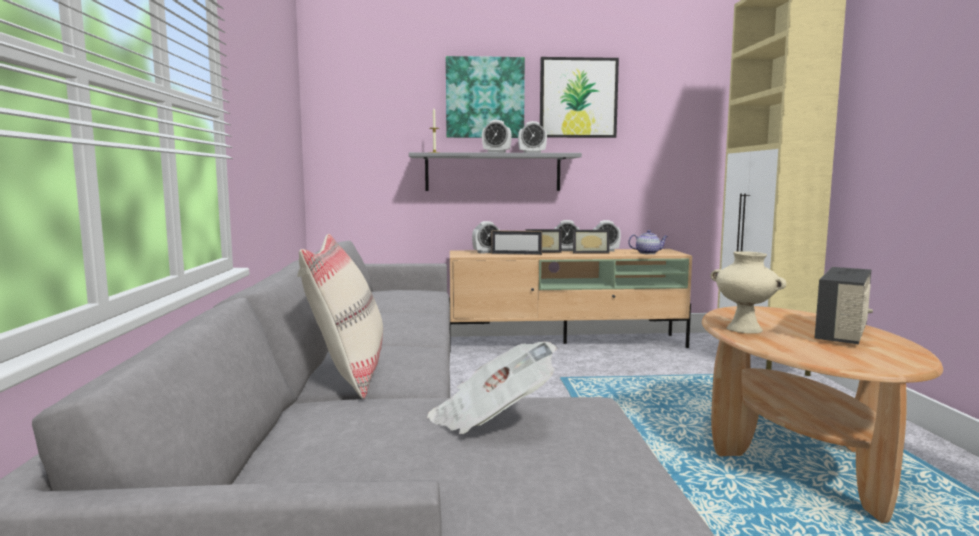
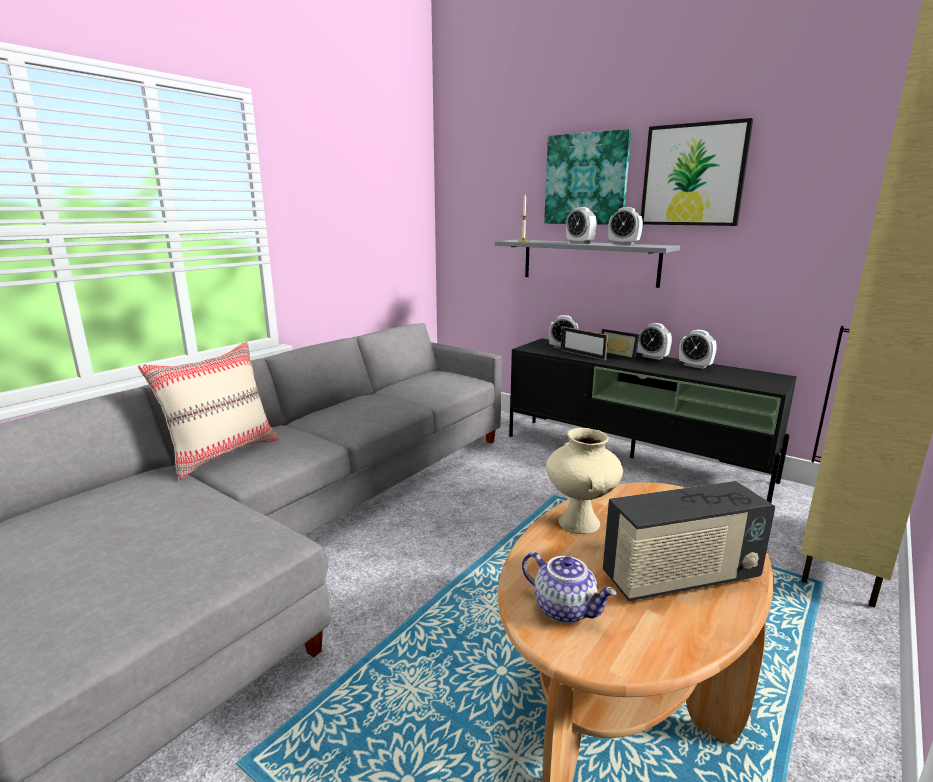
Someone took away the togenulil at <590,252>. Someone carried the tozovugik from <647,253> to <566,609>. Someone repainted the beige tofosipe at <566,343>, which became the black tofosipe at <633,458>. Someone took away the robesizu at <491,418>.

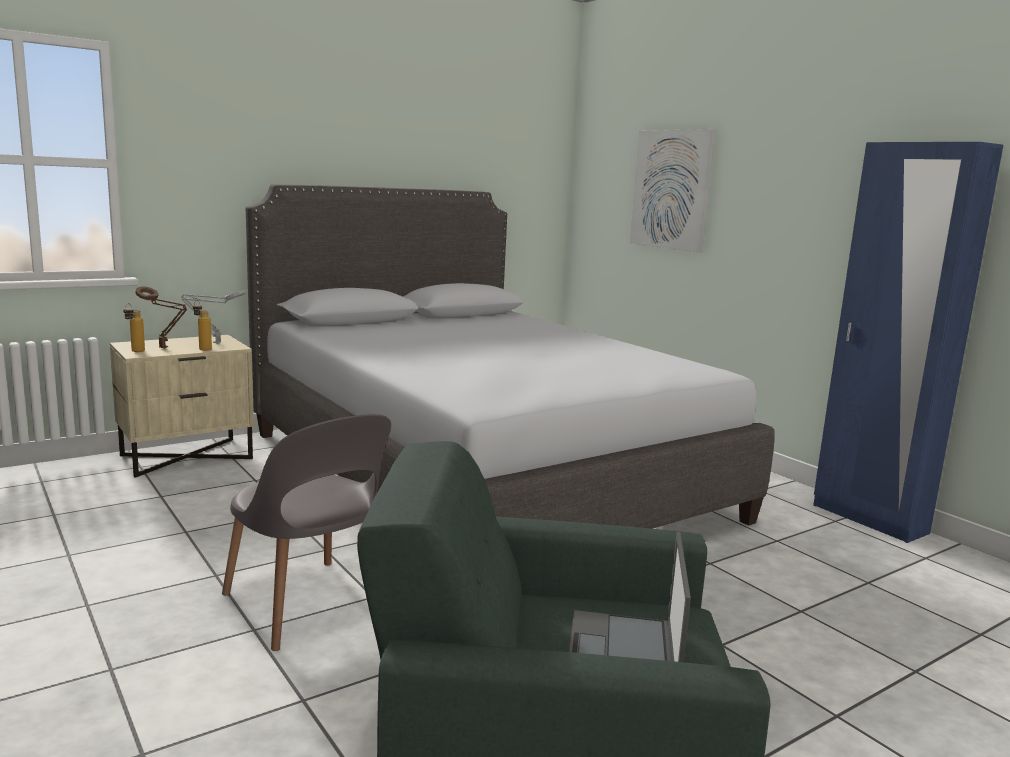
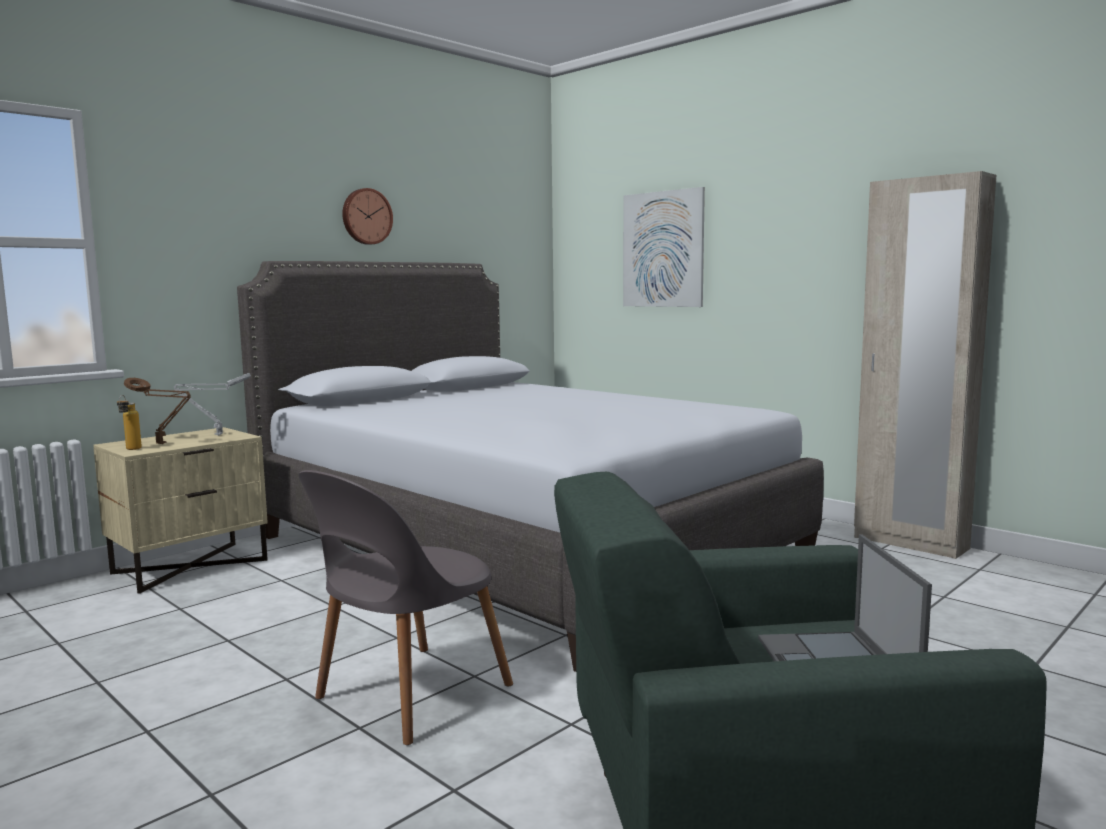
Someone repainted the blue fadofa at <868,519>, which became the beige fadofa at <910,543>. Someone took away the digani at <202,348>. Someone rotated the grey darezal at <308,606> by 90 degrees clockwise. Someone put up the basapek at <366,216>.

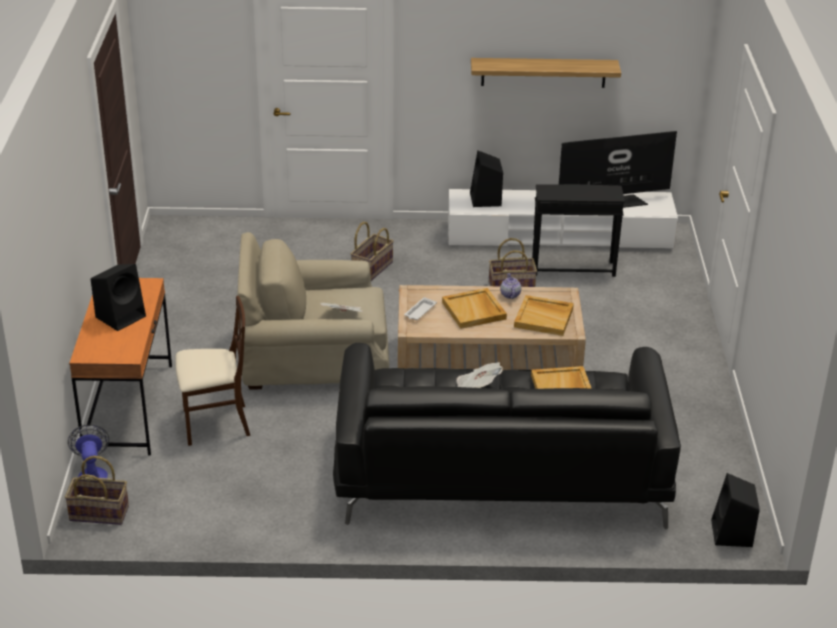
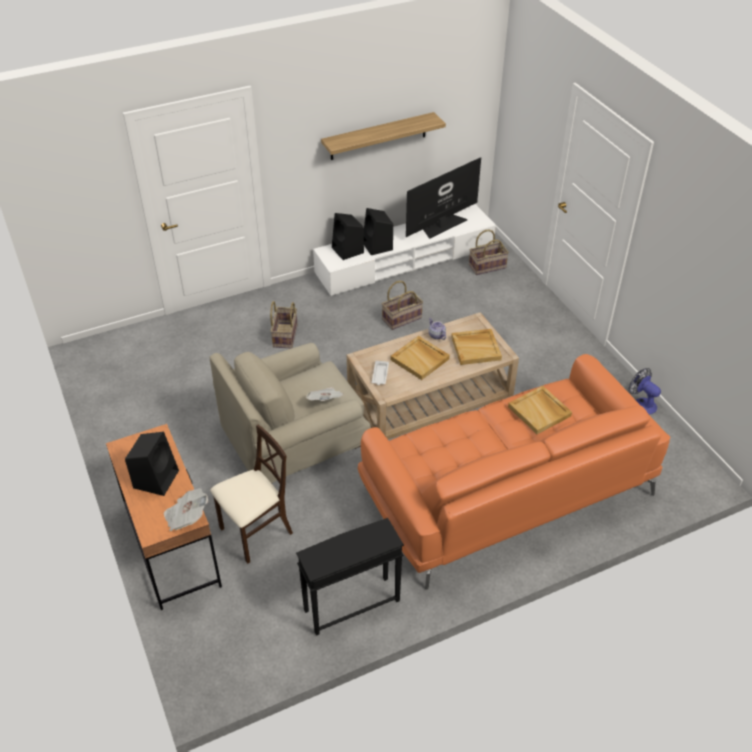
Someone carried the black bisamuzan from <573,268> to <351,605>. Someone repainted the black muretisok at <499,471>, which became the orange muretisok at <505,490>. Someone carried the robesizu from <477,387> to <186,517>. Someone carried the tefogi from <92,473> to <641,403>. Someone carried the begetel from <100,513> to <487,266>. Someone carried the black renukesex from <732,534> to <378,246>.

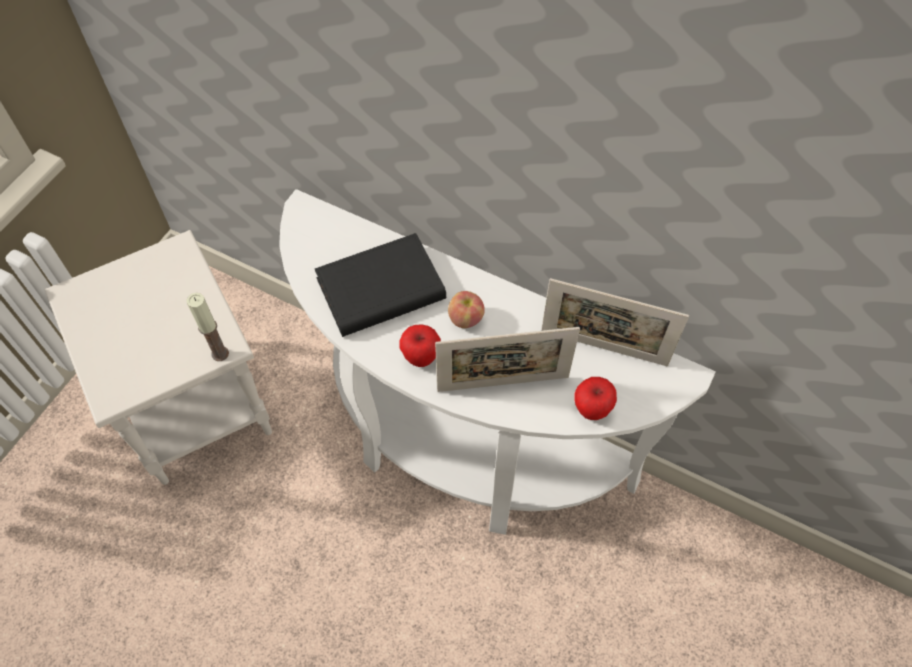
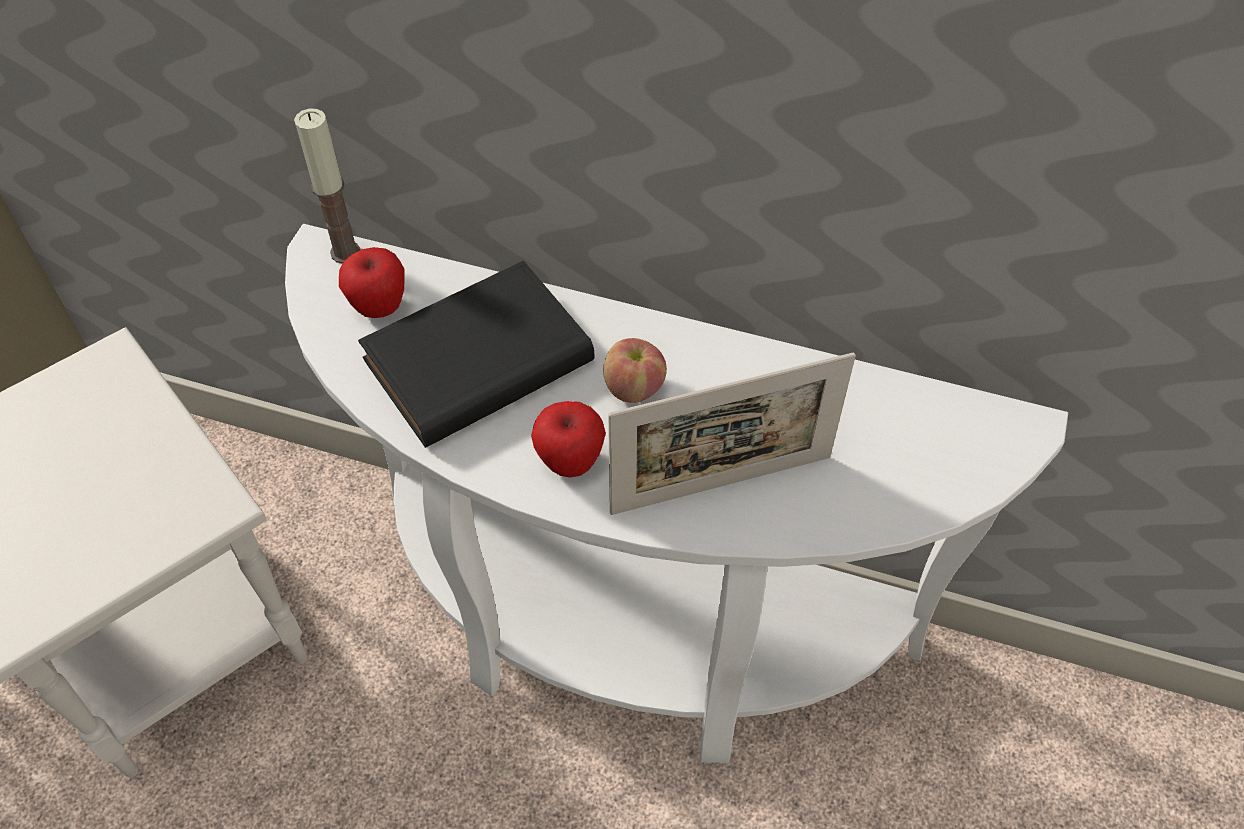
Someone took away the togenulil at <603,348>. Someone carried the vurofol from <220,353> to <345,252>. Someone carried the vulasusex from <591,409> to <379,307>.

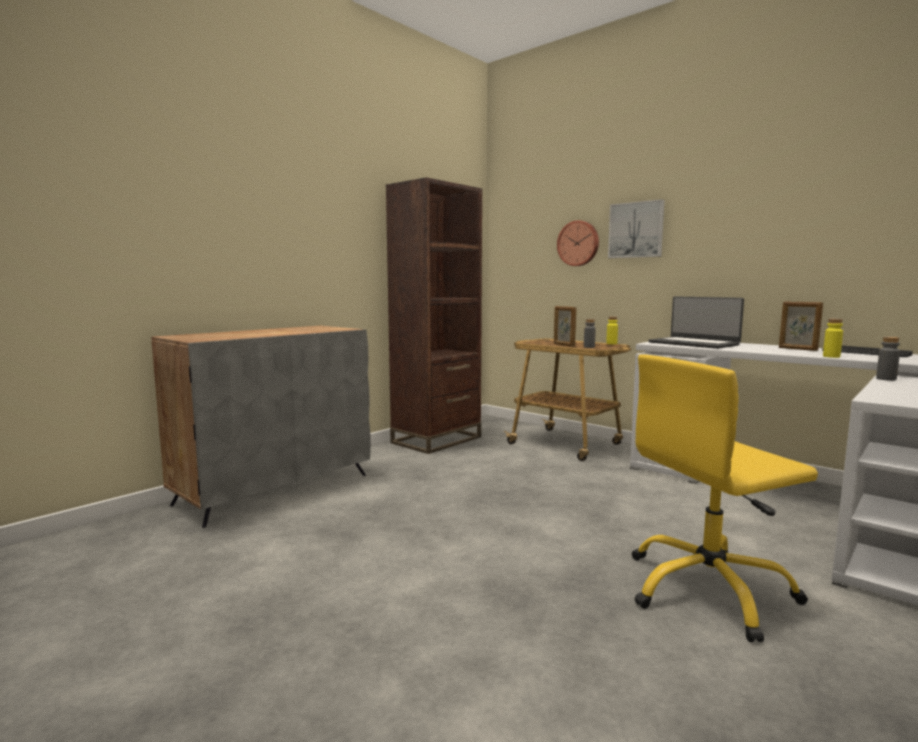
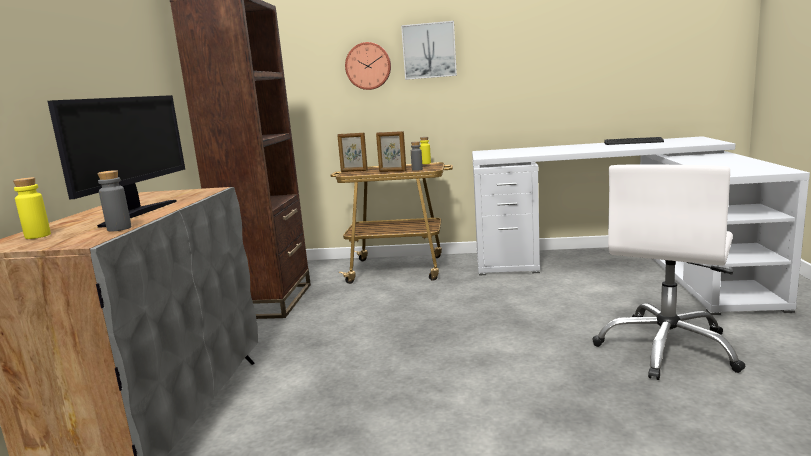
Someone took away the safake at <693,343>. Someone carried the togenulil from <797,349> to <354,171>. Someone carried the yellow digani from <831,356> to <38,236>. Someone carried the grey digani from <886,379> to <119,228>. Someone repainted the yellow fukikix at <708,590>, which became the white fukikix at <667,348>. Someone put down the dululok at <137,213>.

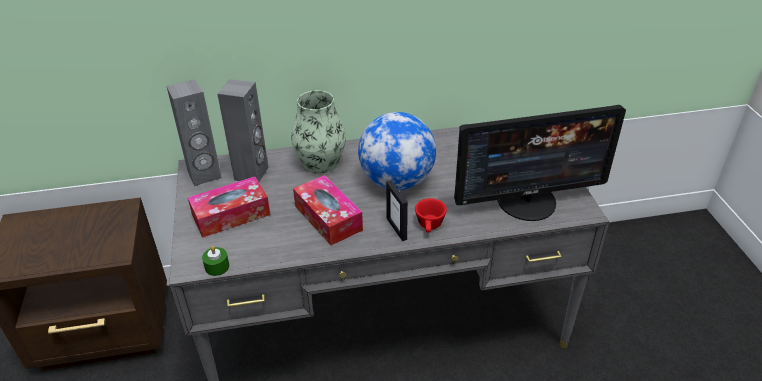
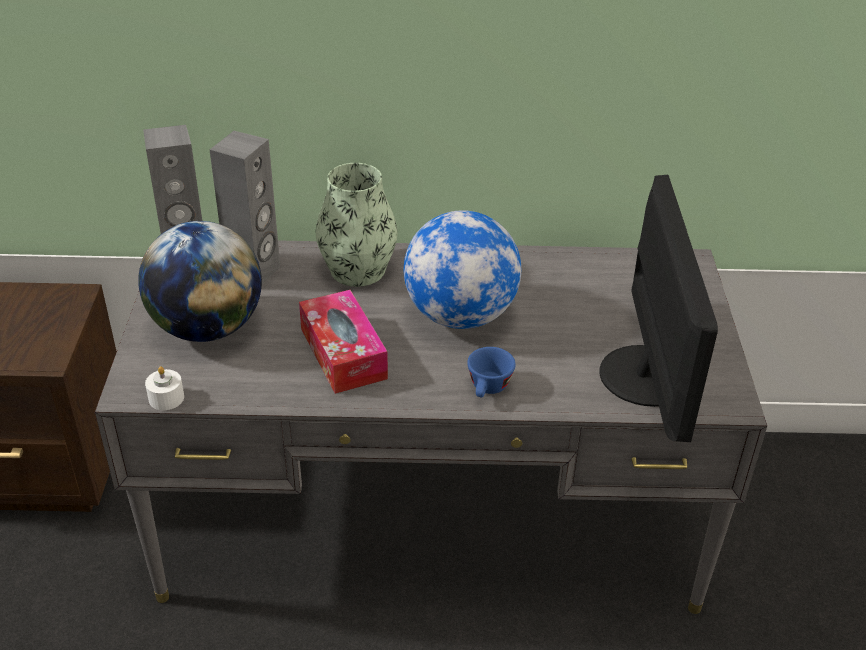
Someone rotated the dululok at <527,201> by 90 degrees counterclockwise. Someone swapped the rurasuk at <231,215> for the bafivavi at <207,328>. Someone took away the togenulil at <397,229>. Someone repainted the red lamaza at <430,226>, which became the blue lamaza at <488,389>. Someone repainted the green vurofol at <217,267>, which became the white vurofol at <166,398>.

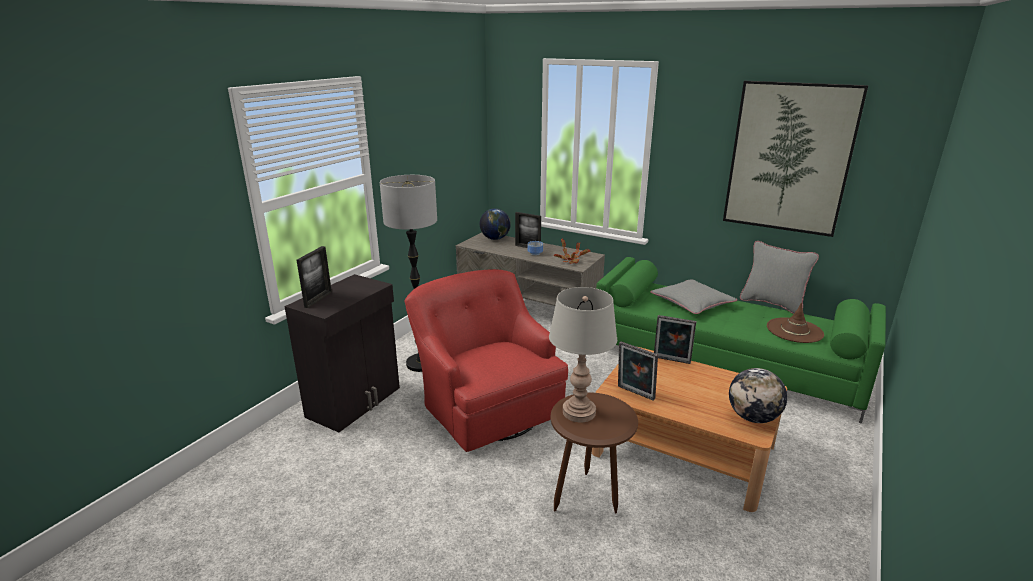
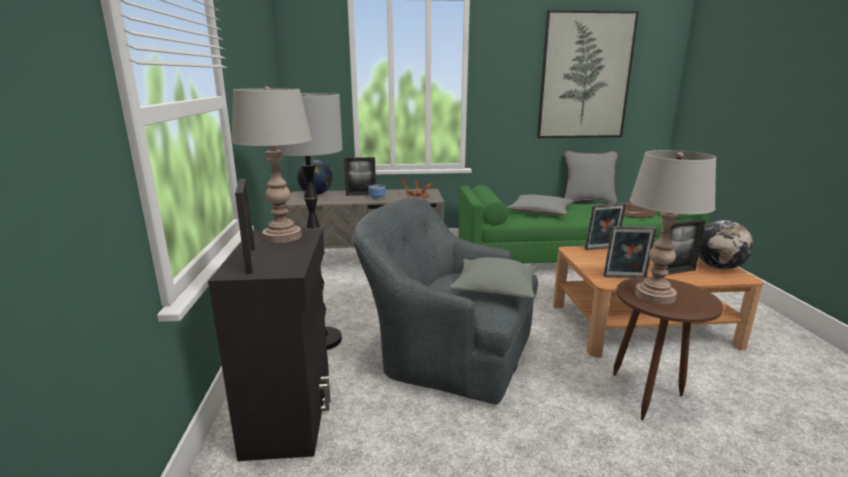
Someone repainted the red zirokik at <487,404>, which became the grey zirokik at <446,353>. Someone put down the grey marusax at <282,237>. Someone put down the togenulil at <677,272>. Someone put down the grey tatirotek at <495,288>.

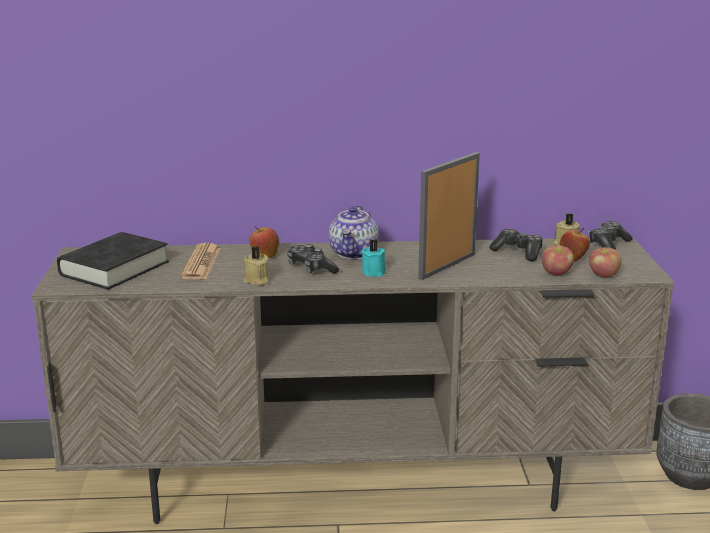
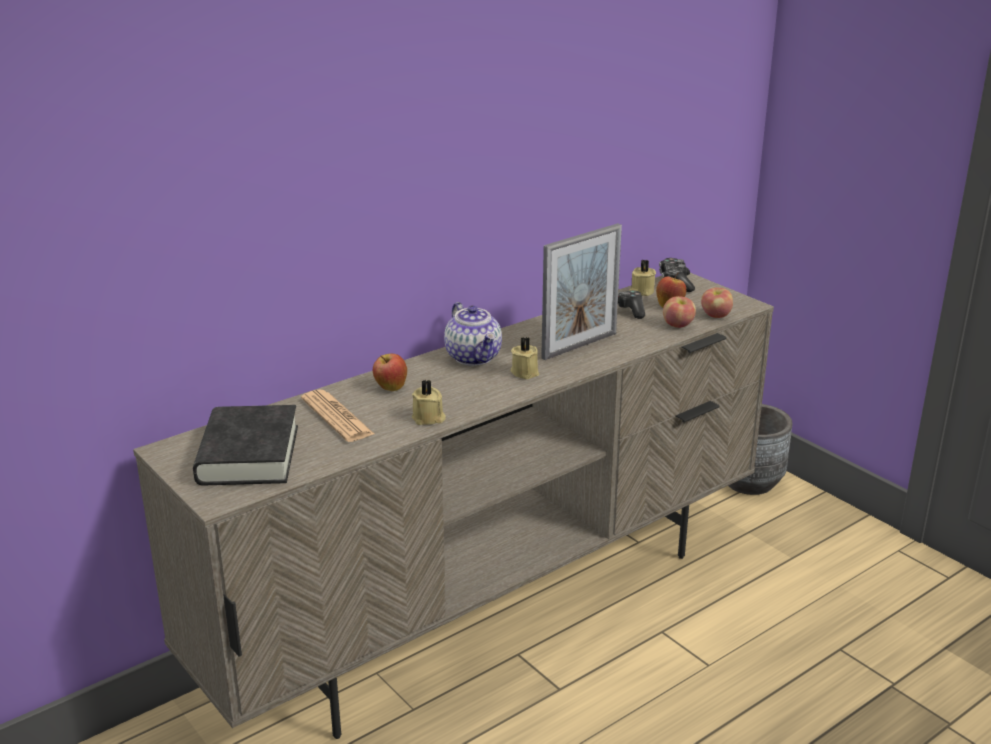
Someone rotated the togenulil at <447,266> by 135 degrees counterclockwise. Someone repainted the turquoise vurofol at <374,272>, which became the beige vurofol at <525,372>. Someone took away the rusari at <310,268>.

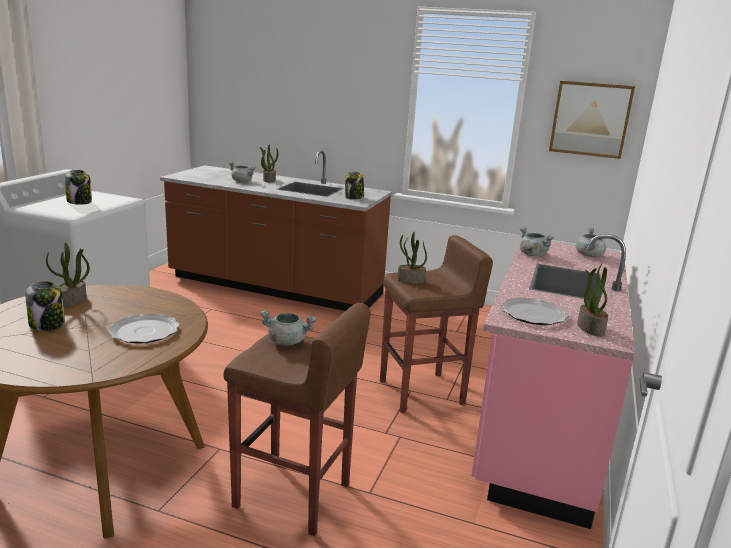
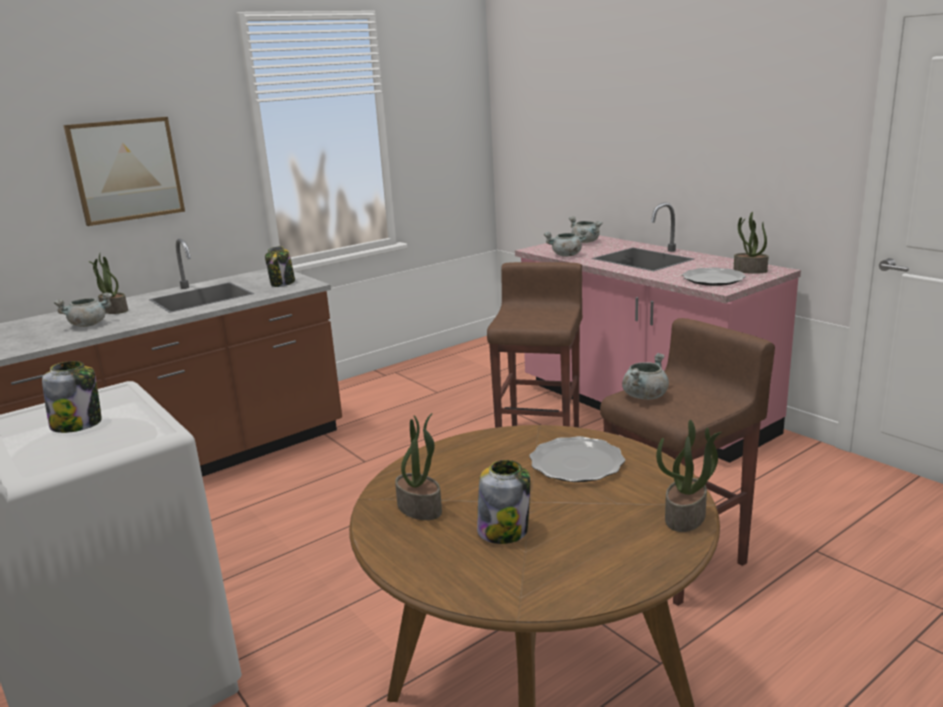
Someone carried the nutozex from <590,119> to <126,170>. Someone carried the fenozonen from <410,280> to <686,517>.

